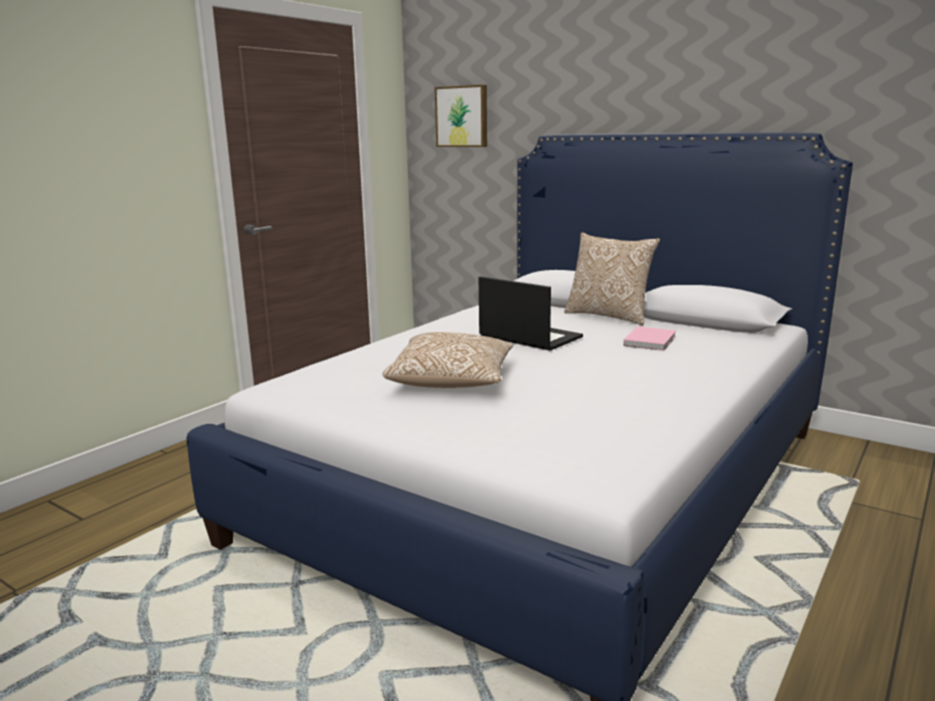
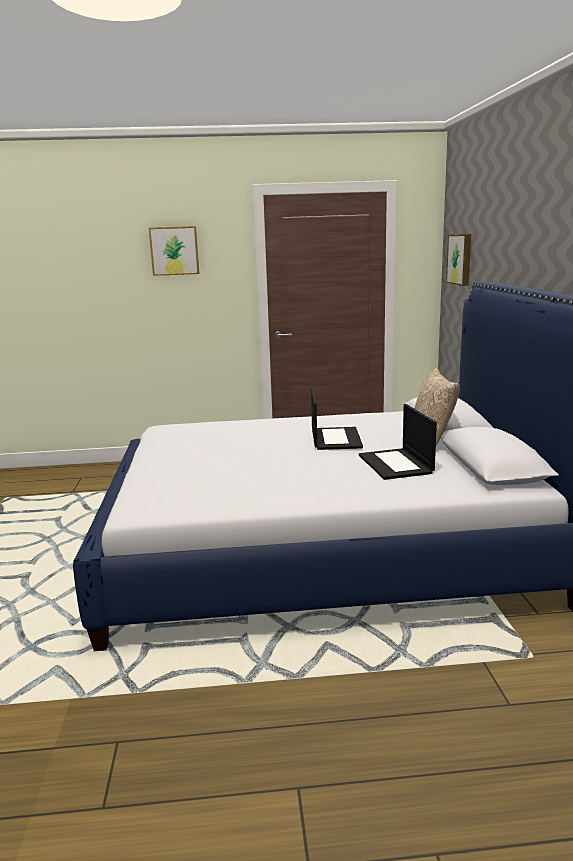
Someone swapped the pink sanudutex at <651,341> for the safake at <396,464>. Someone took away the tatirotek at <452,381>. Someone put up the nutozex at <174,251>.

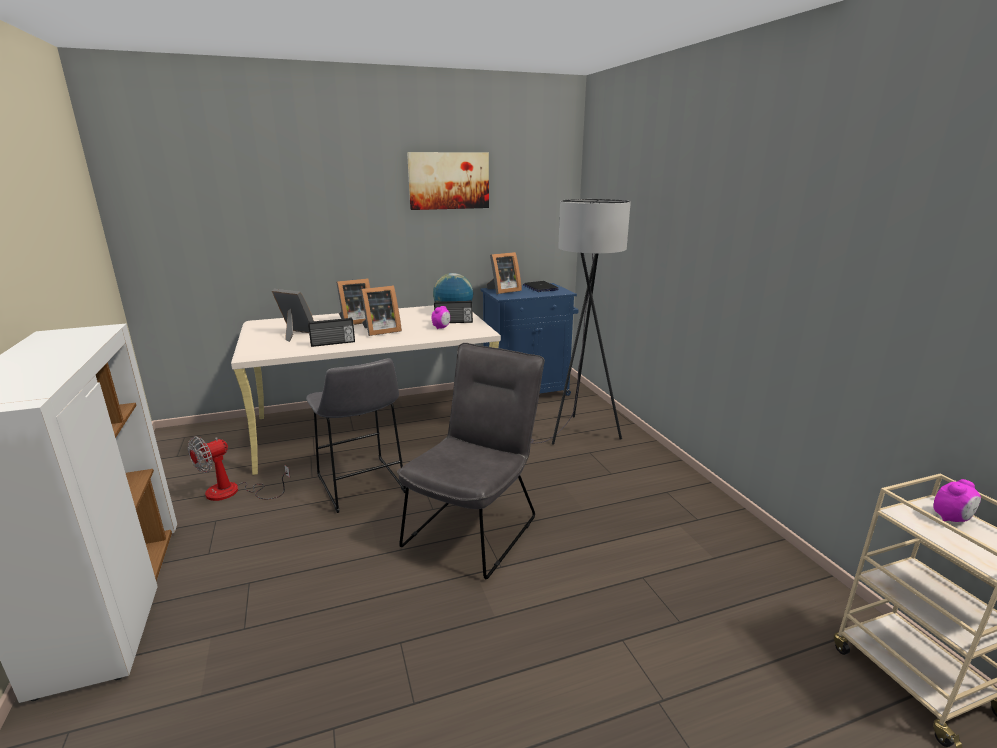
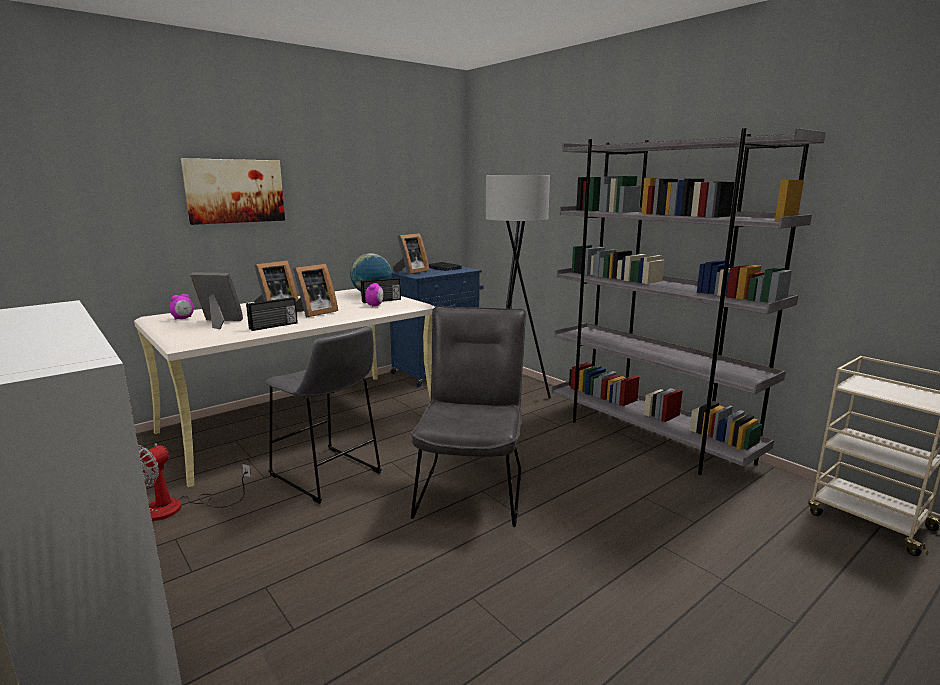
Someone carried the nutozex from <448,181> to <235,191>. Someone carried the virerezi from <951,519> to <183,318>. Someone put down the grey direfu at <648,437>.

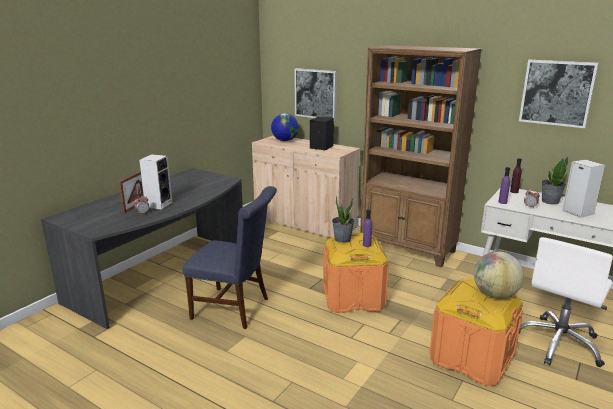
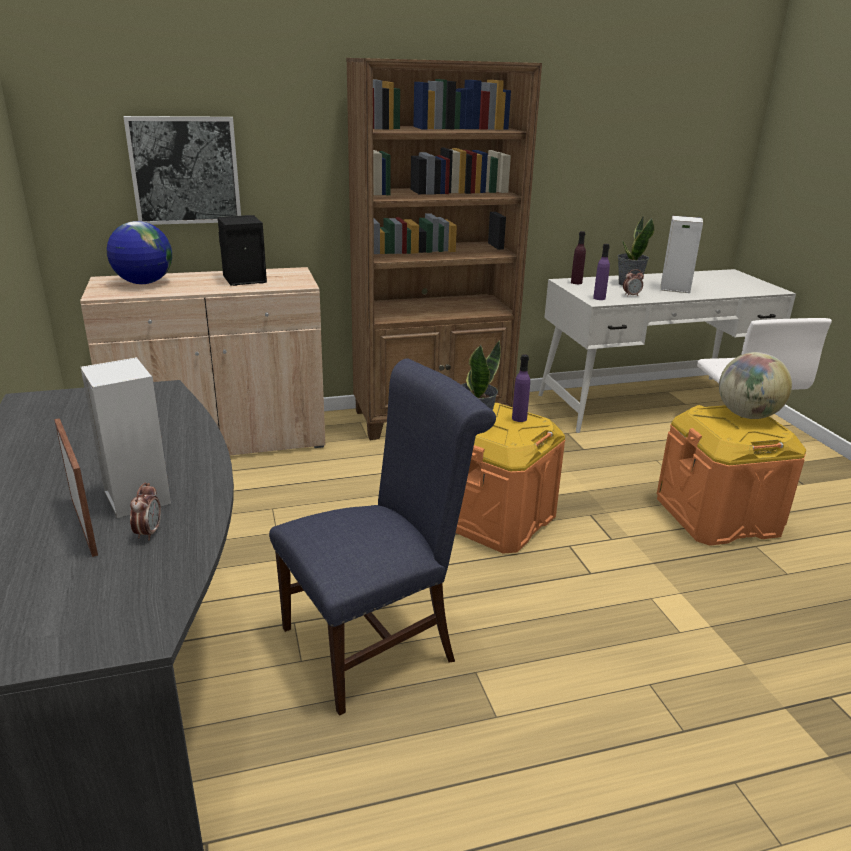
Someone took away the nutozex at <557,93>.

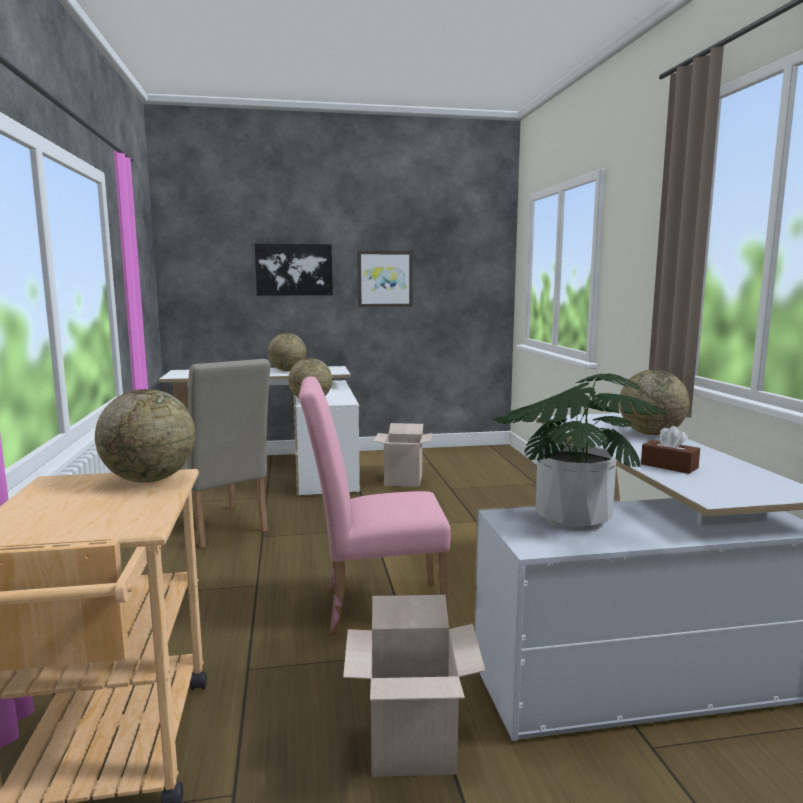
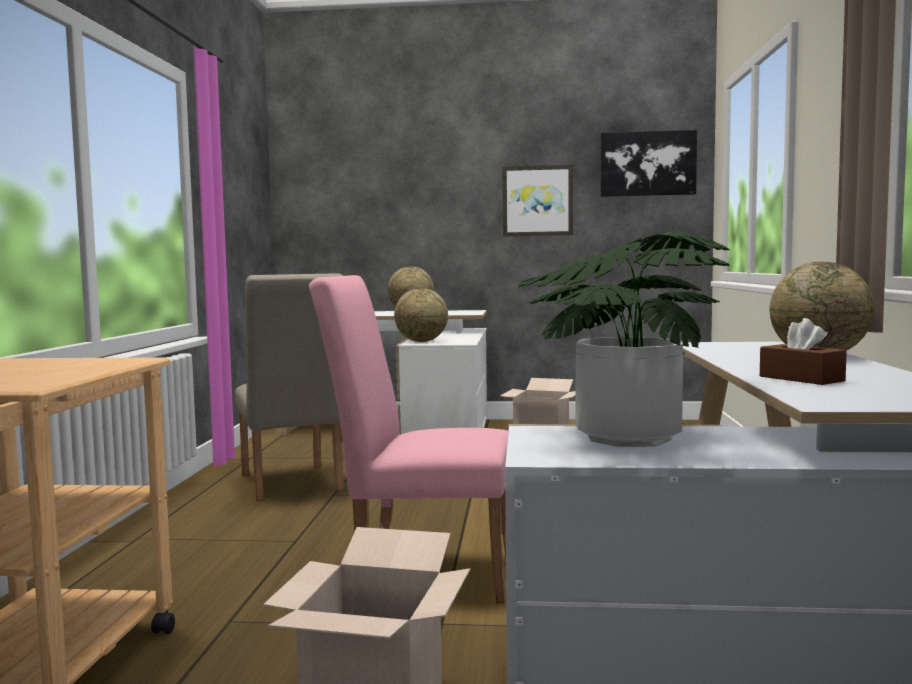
Someone carried the nutozex from <294,269> to <647,164>. Someone took away the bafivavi at <149,480>.

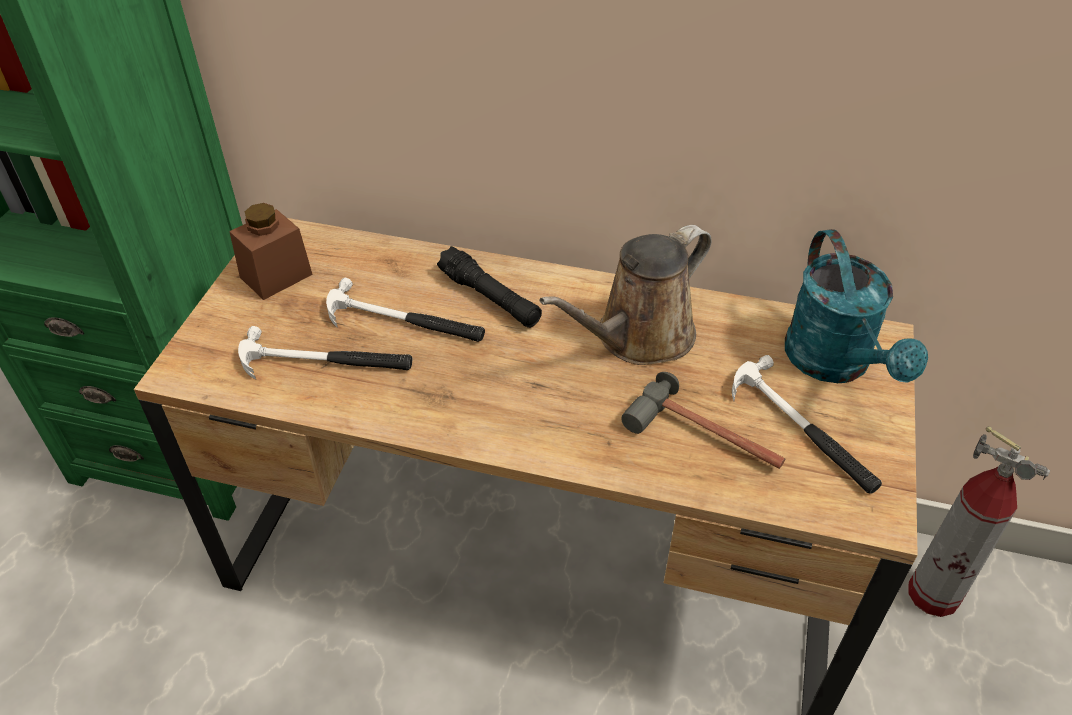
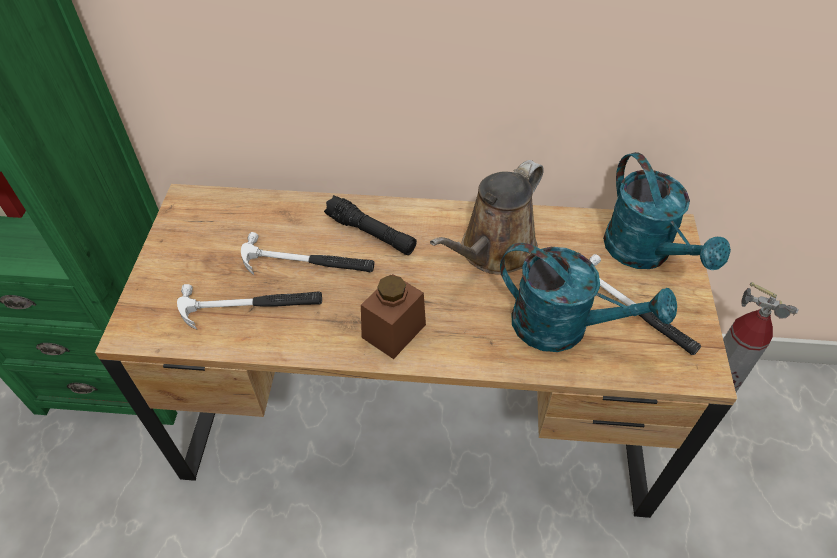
Someone carried the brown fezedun from <276,276> to <393,331>. Someone swapped the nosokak at <706,438> for the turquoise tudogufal at <563,328>.

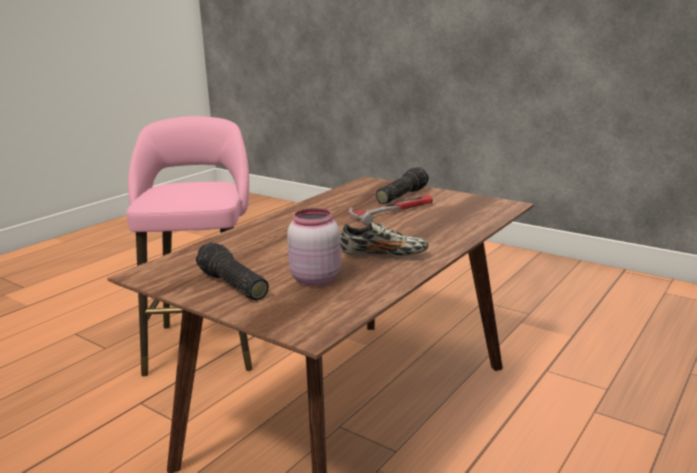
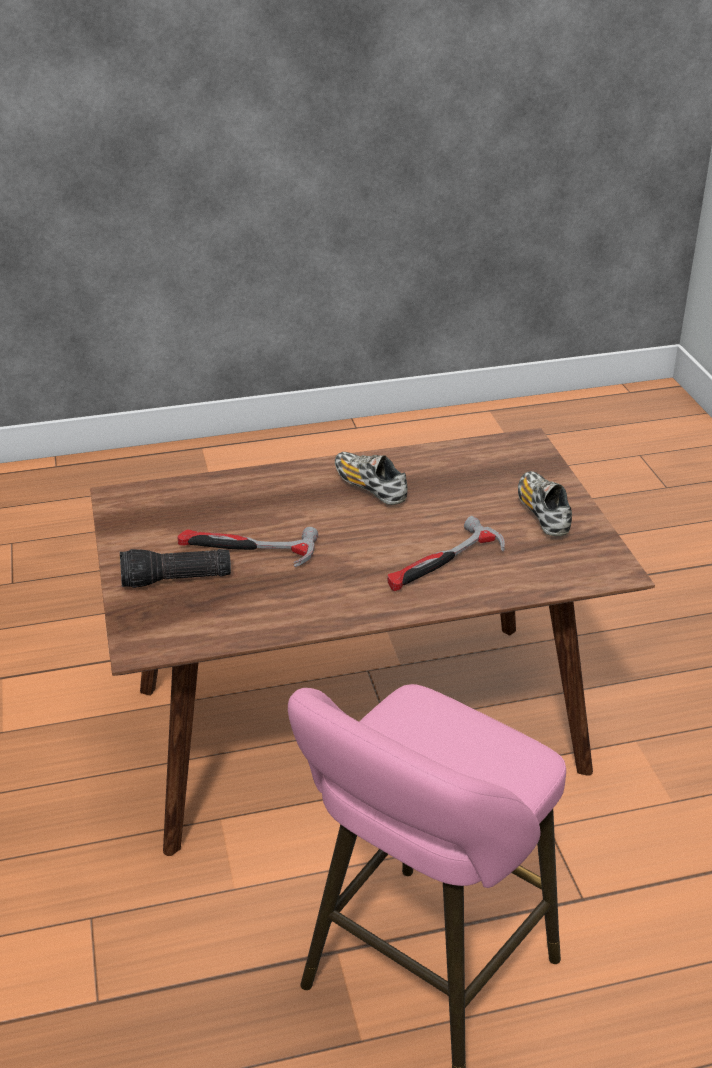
Someone took away the pink fezedun at <315,278>. Someone swapped the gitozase at <231,285> for the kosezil at <542,513>. Someone put down the nosokak at <444,564>.

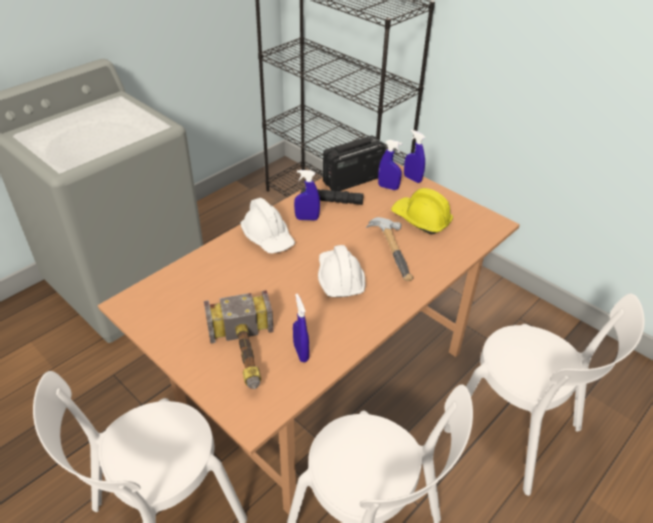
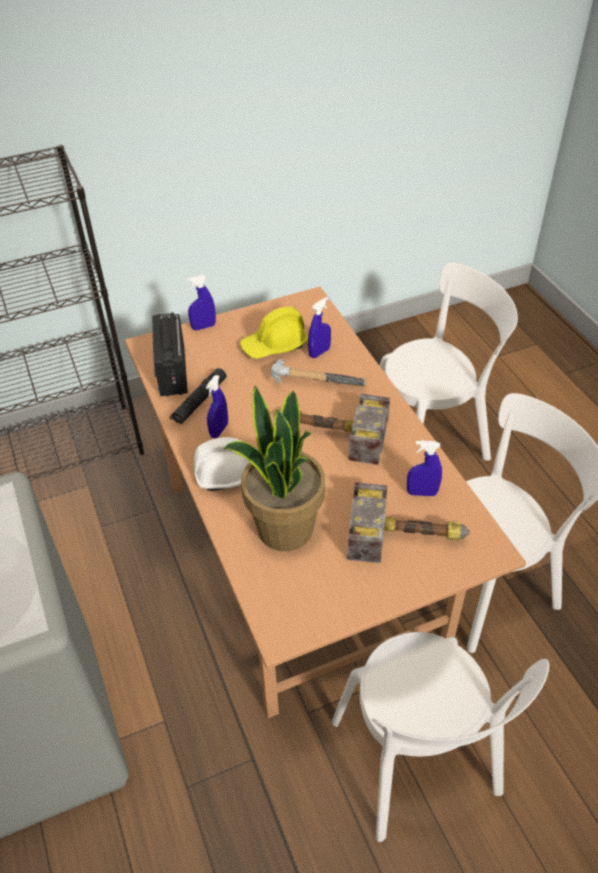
Someone carried the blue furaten from <388,187> to <319,352>. Someone swapped the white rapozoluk at <339,278> for the nosokak at <332,434>. Someone put down the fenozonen at <284,528>.

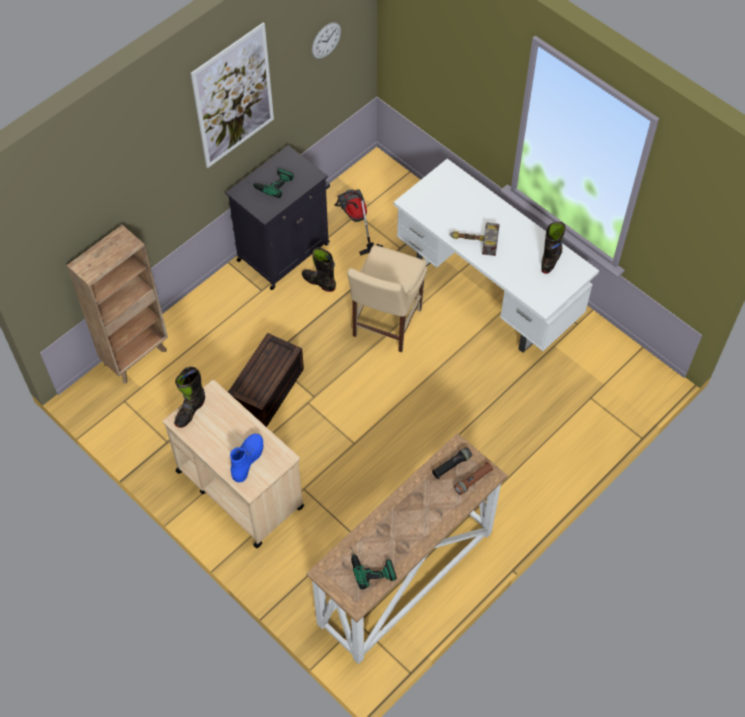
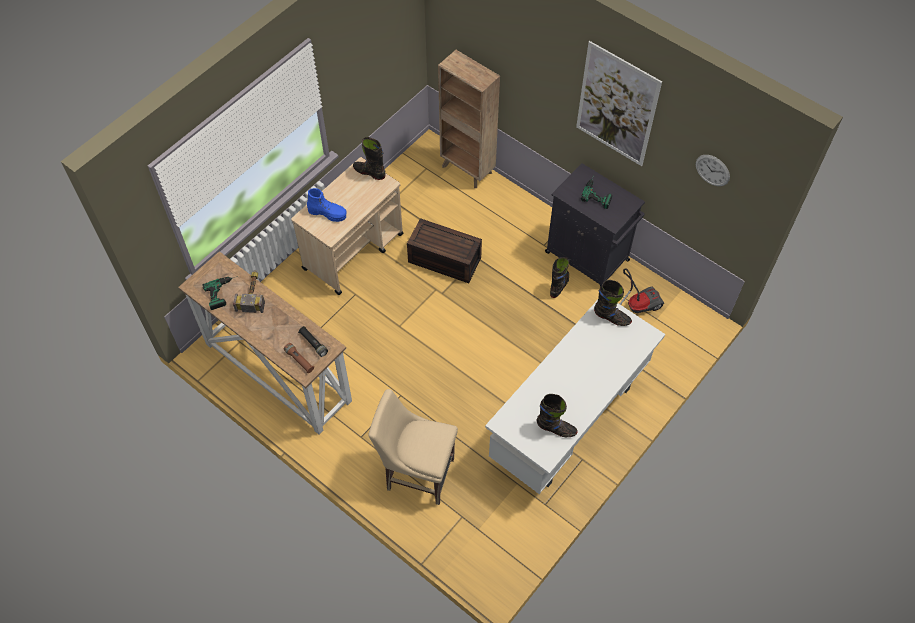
Someone carried the nosokak from <473,241> to <253,293>. Someone carried the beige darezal from <385,325> to <417,472>. Someone put down the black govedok at <612,317>.

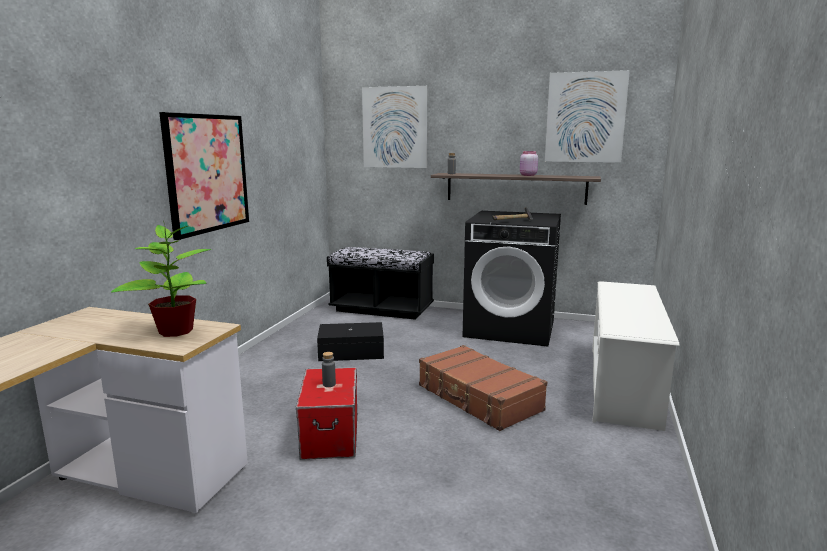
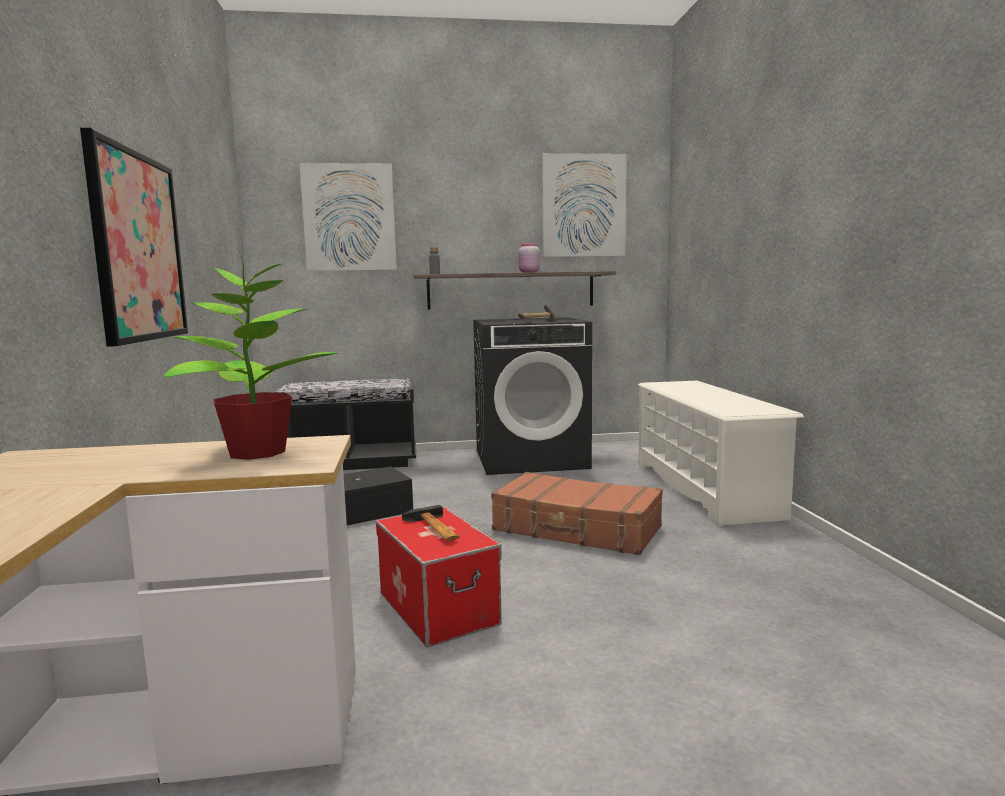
Someone swapped the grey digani at <329,384> for the nosokak at <434,530>.

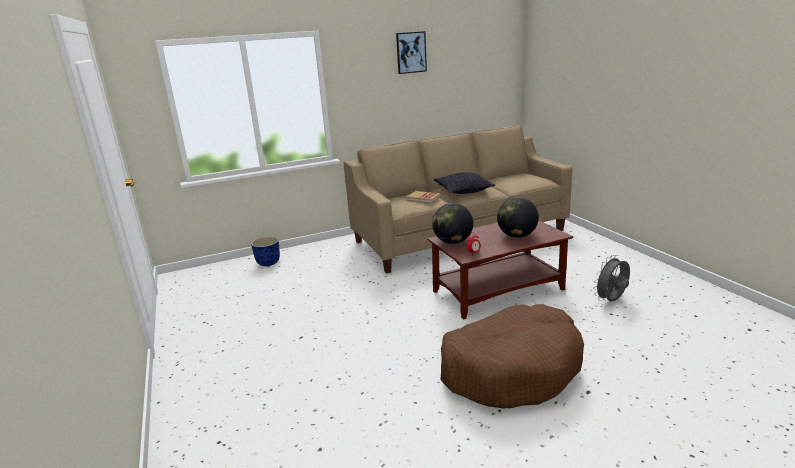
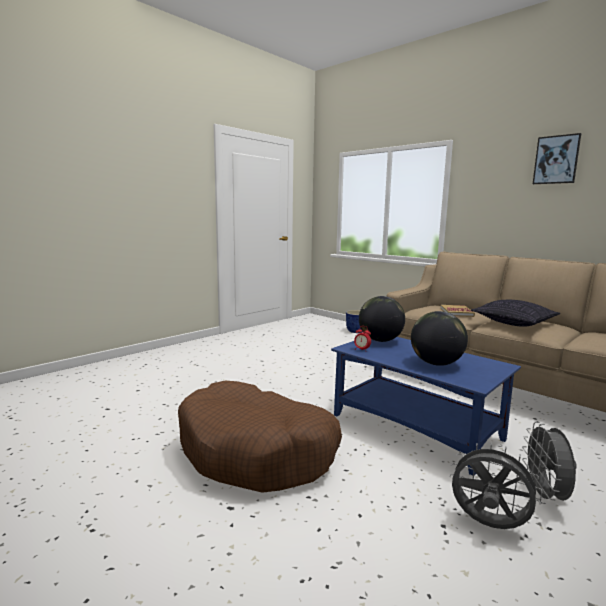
Someone repainted the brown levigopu at <498,290>, which became the blue levigopu at <417,427>. Someone put down the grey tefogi at <545,496>.

